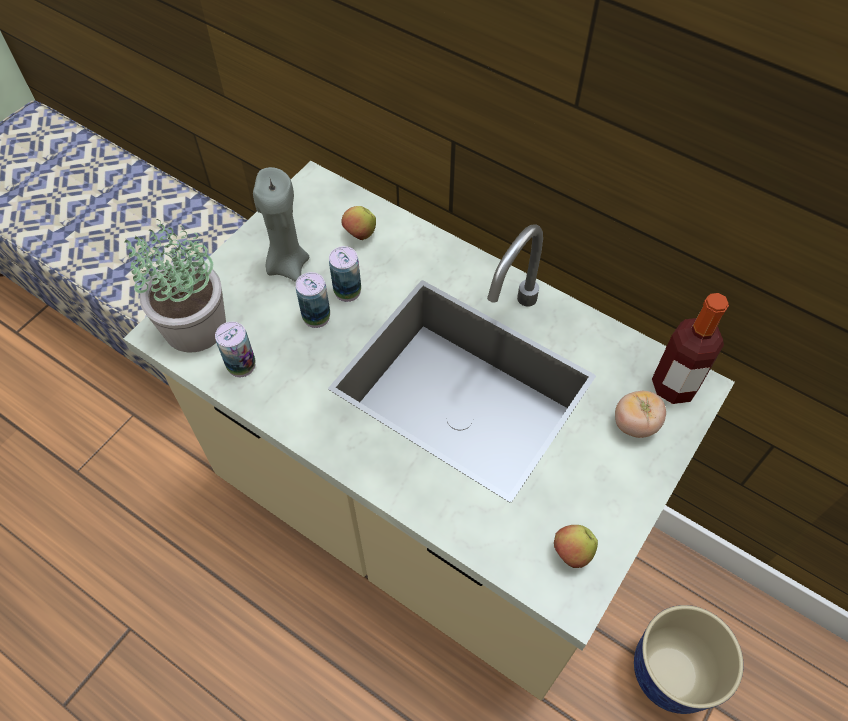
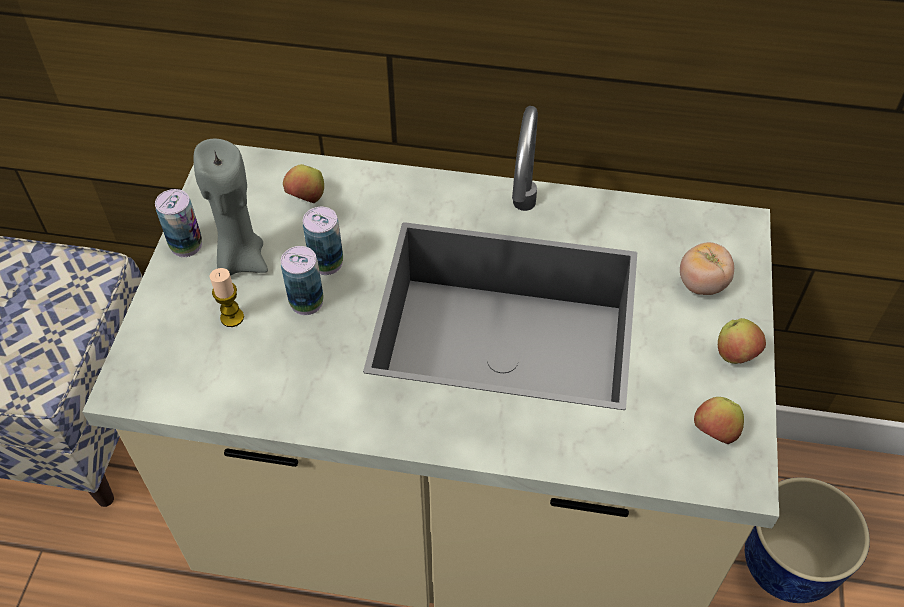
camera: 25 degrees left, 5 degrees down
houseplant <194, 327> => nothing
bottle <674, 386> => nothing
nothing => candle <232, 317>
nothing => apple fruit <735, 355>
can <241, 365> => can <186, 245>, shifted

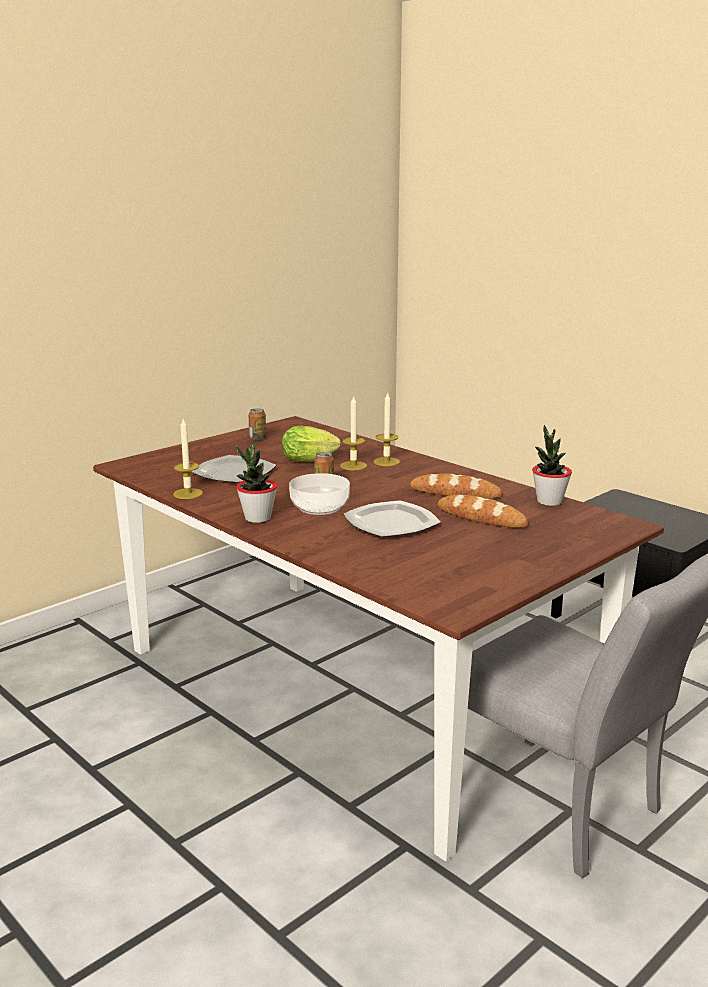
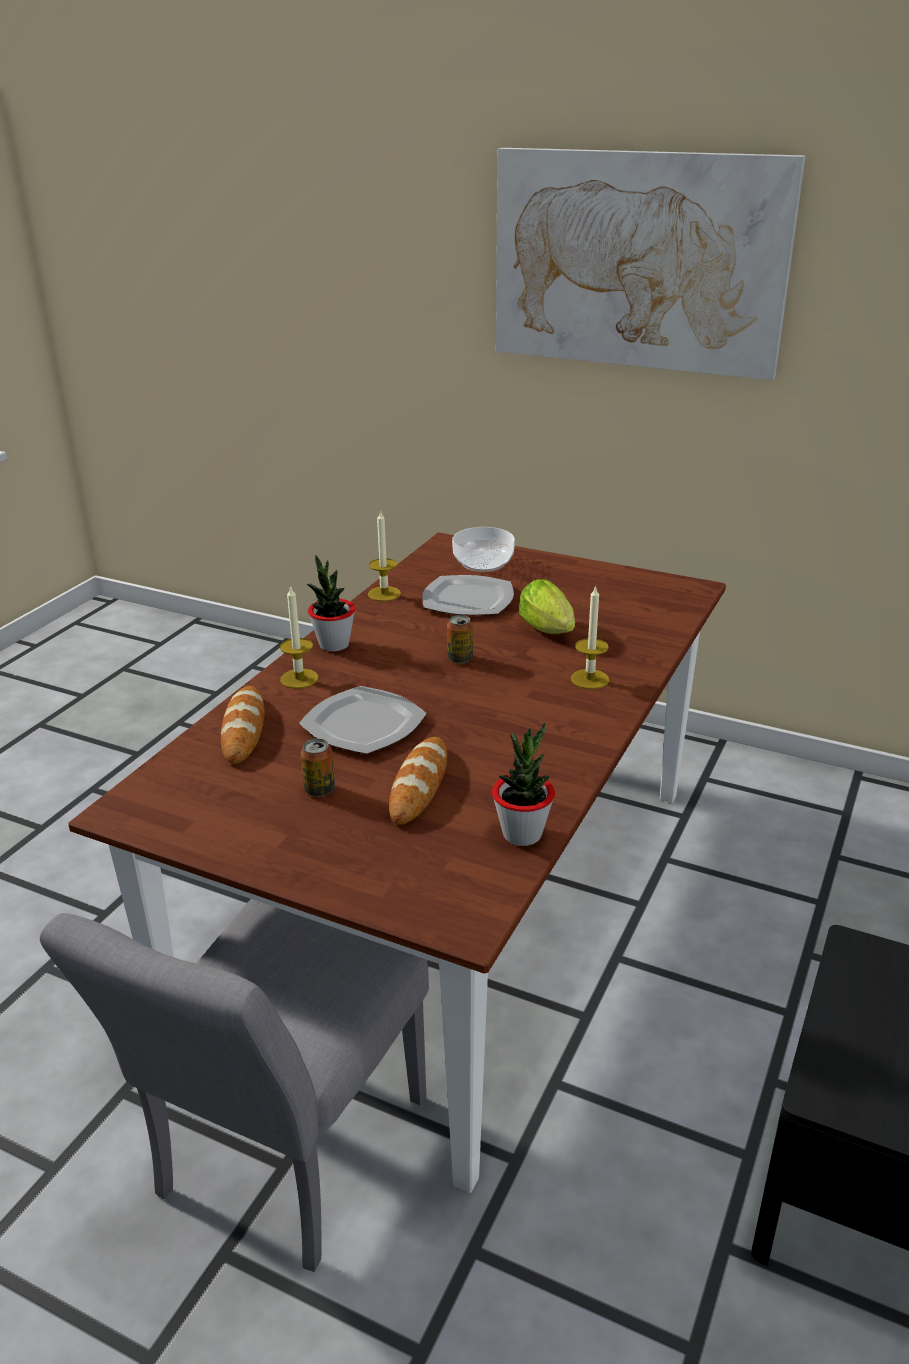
camera: 70 degrees right, 10 degrees up
nothing => picture <638, 261>
can <257, 438> => can <319, 790>, shifted
deep dish <319, 507> => deep dish <483, 562>, shifted
candle <353, 466> => candle <299, 678>, shifted
baked bread <455, 493> => baked bread <243, 729>, shifted

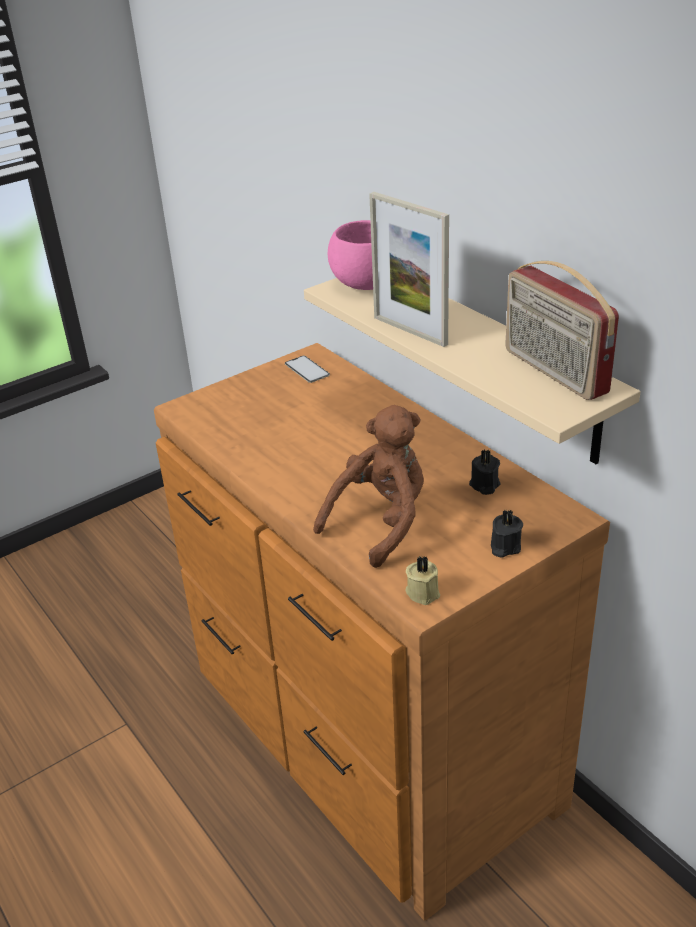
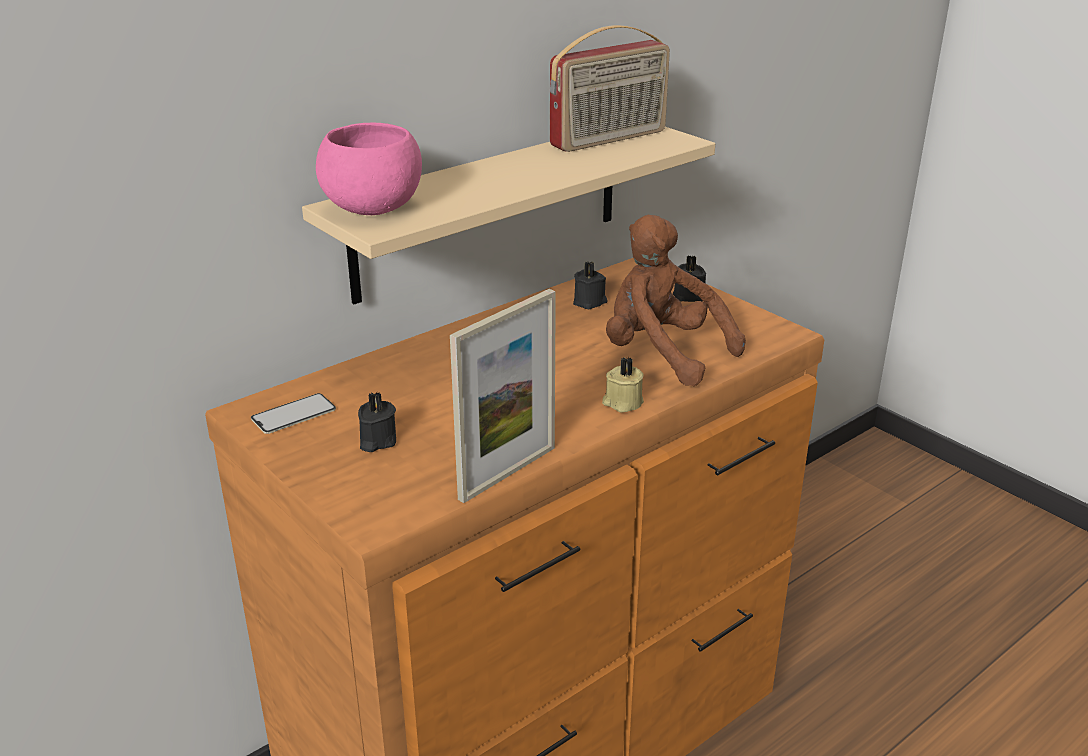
camera: 95 degrees left, 5 degrees down
nothing => candle/black-coloured <376, 441>
standing frame <410, 331> => standing frame <508, 473>, shifted
candle/beige-coloured <423, 592> => candle/beige-coloured <622, 403>, shifted

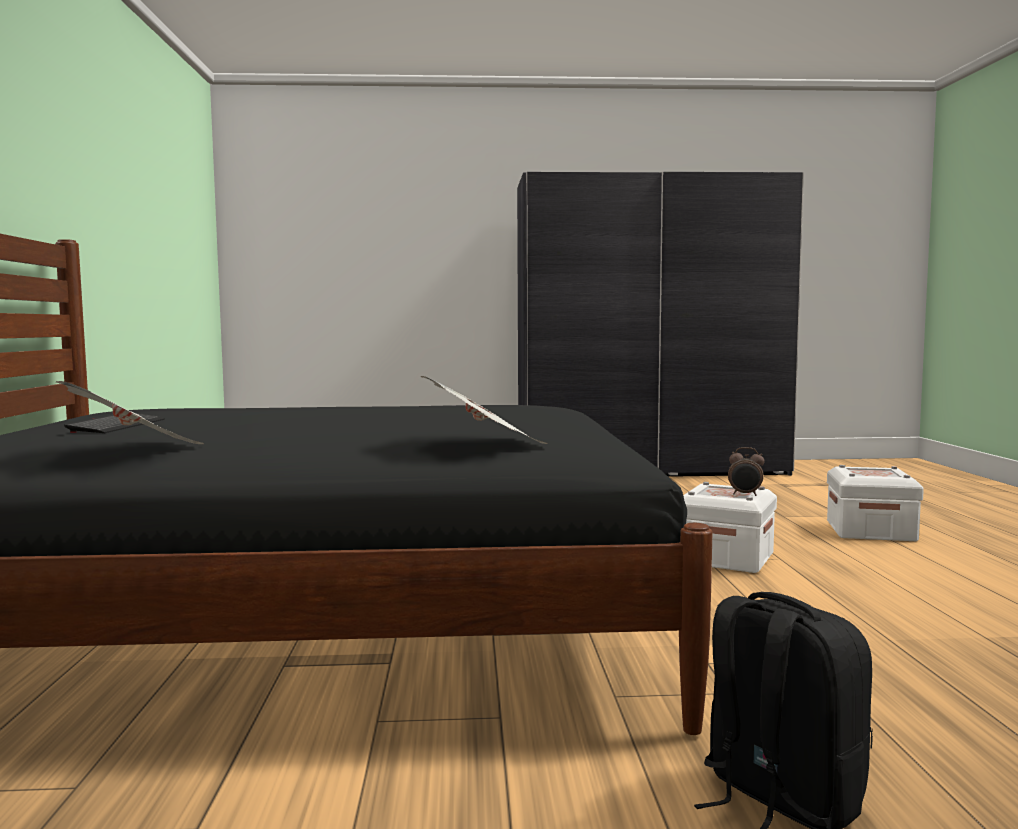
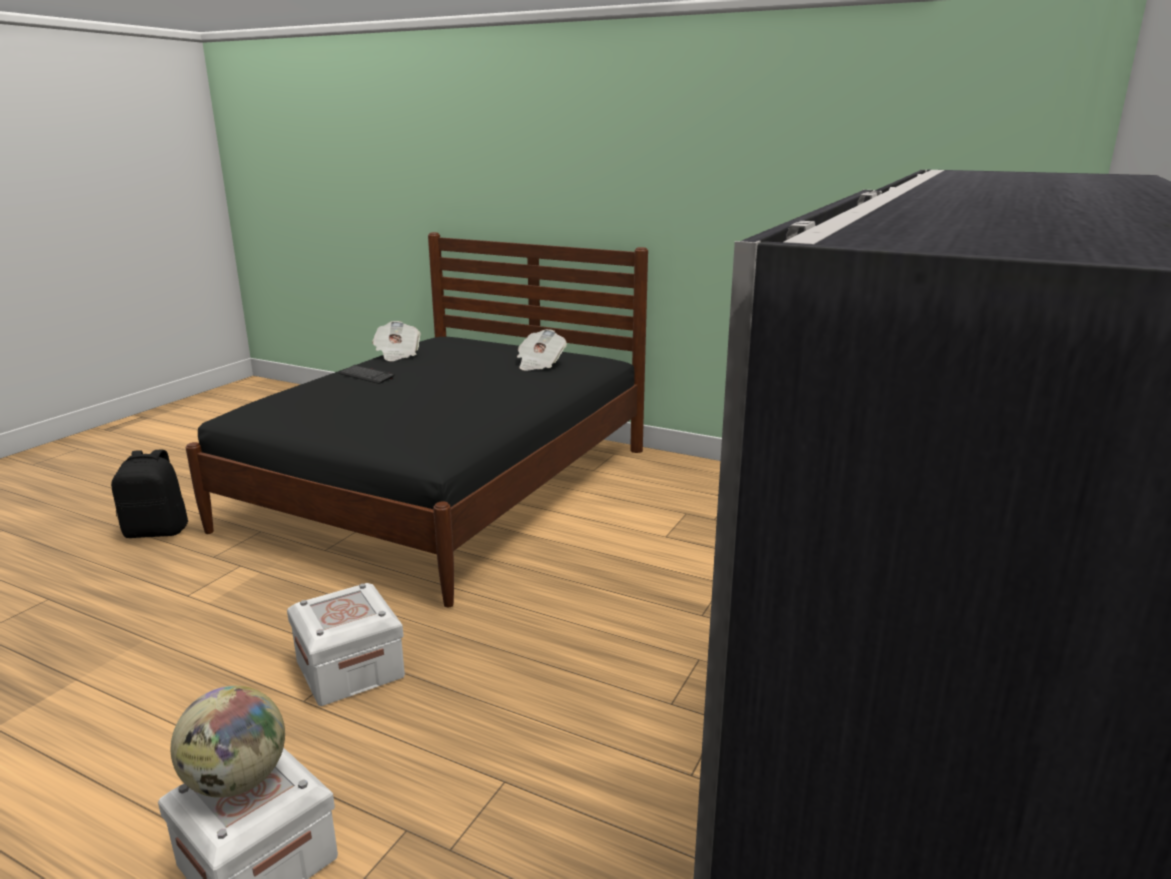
camera: 120 degrees right, 15 degrees up
alarm clock <745, 494> => nothing
nothing => desk globe <237, 781>
PC keyboard <117, 426> => PC keyboard <366, 376>, shifted
newspaper <485, 444> => newspaper <539, 364>, shifted

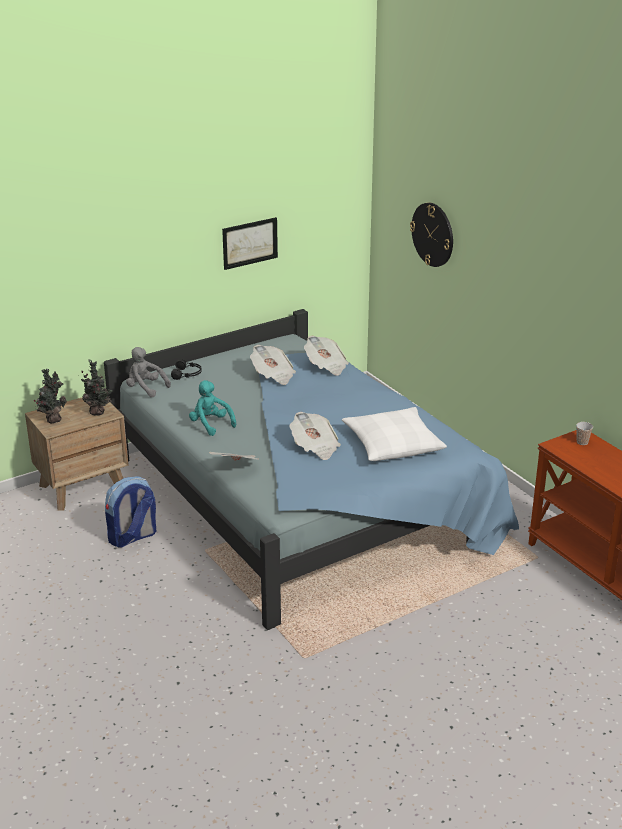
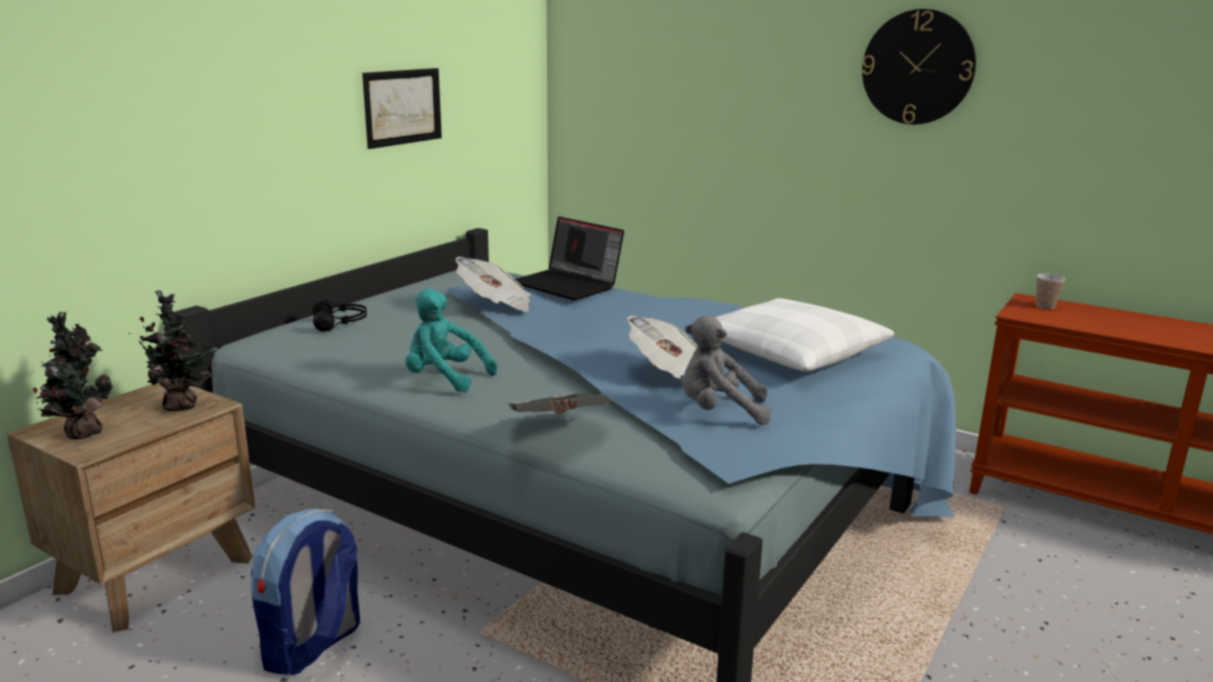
camera: 25 degrees left, 10 degrees down
cuddly toy/grey <145, 388> => cuddly toy/grey <719, 412>, shifted
wall clock <433, 234> => wall clock <918, 67>, shifted
newspaper <326, 366> => portable computer <568, 285>

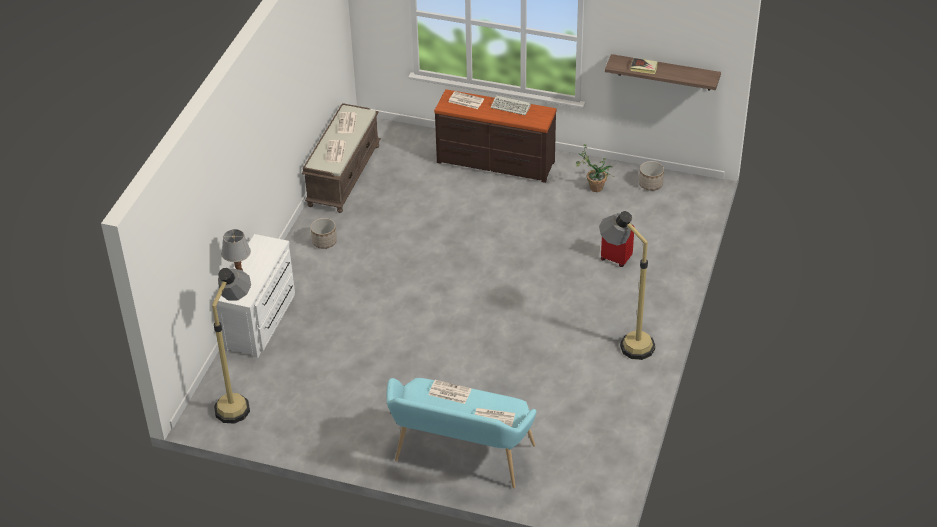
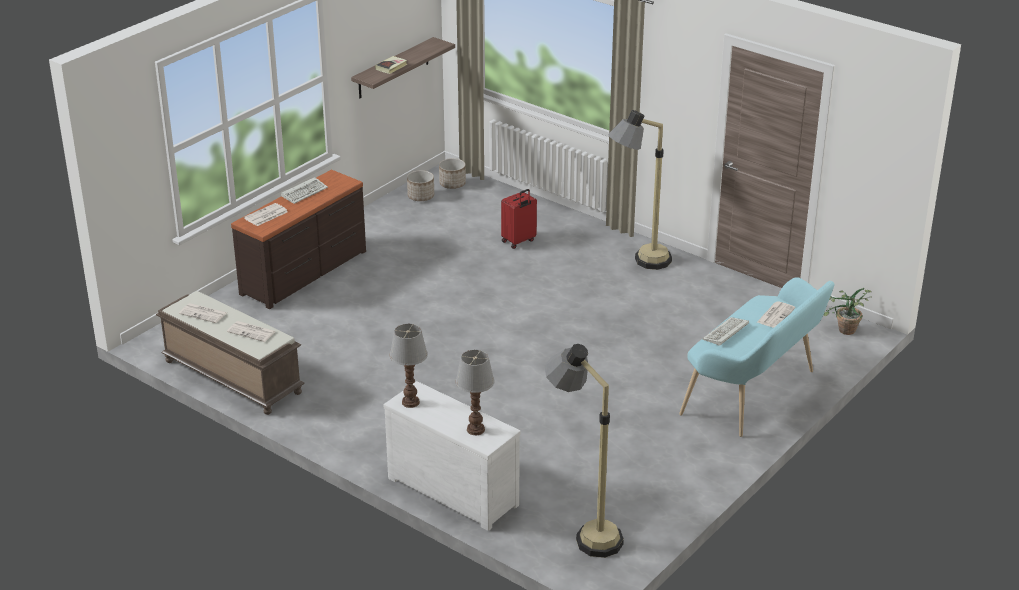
camera: 70 degrees left, 10 degrees down
nothing => table lamp <410, 402>
plant pot <324, 242> => plant pot <452, 184>, shifted
houseplant <593, 186> => houseplant <843, 331>, shifted
newspaper <449, 392> => PC keyboard <725, 333>

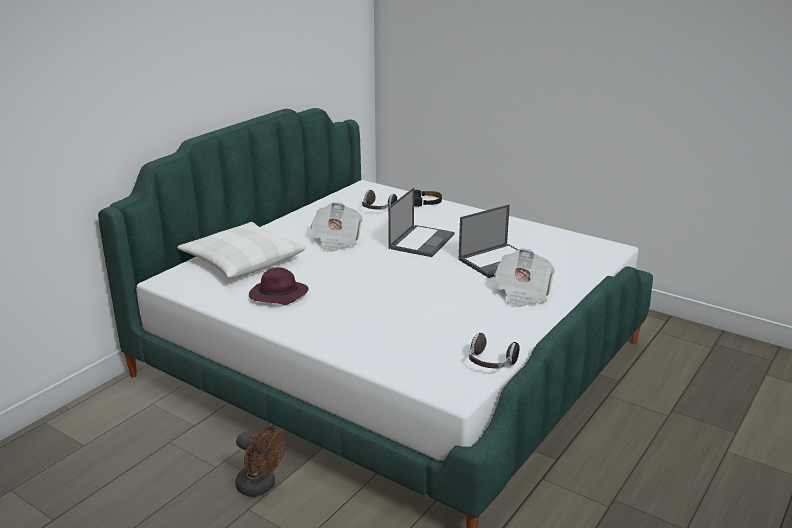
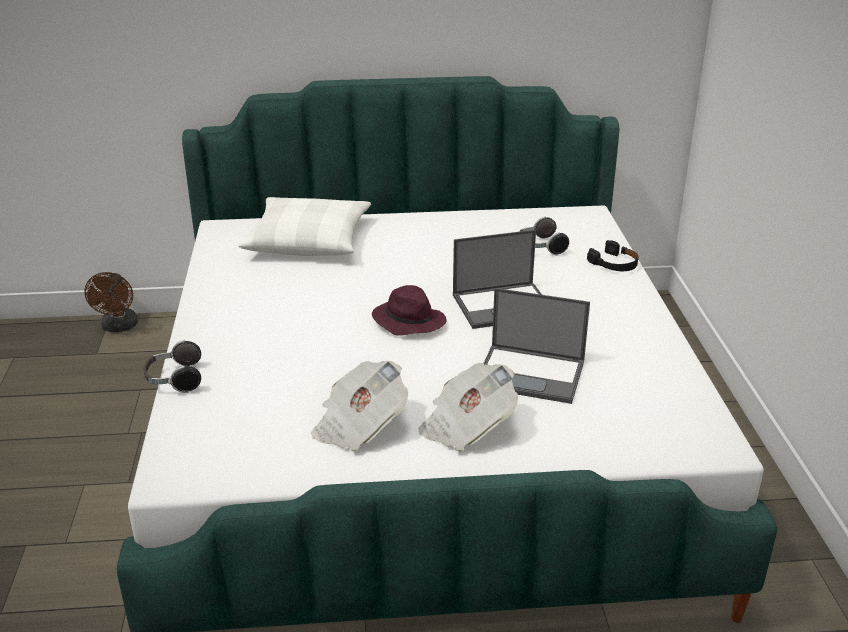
camera: 50 degrees right, 5 degrees up
fan/brown-coloured <260, 487> => fan/brown-coloured <119, 327>, shifted
hat/purplish <277, 296> => hat/purplish <408, 321>, shifted
newspaper <336, 241> => newspaper <359, 426>, shifted
headset <490, 364> => headset <174, 380>, shifted

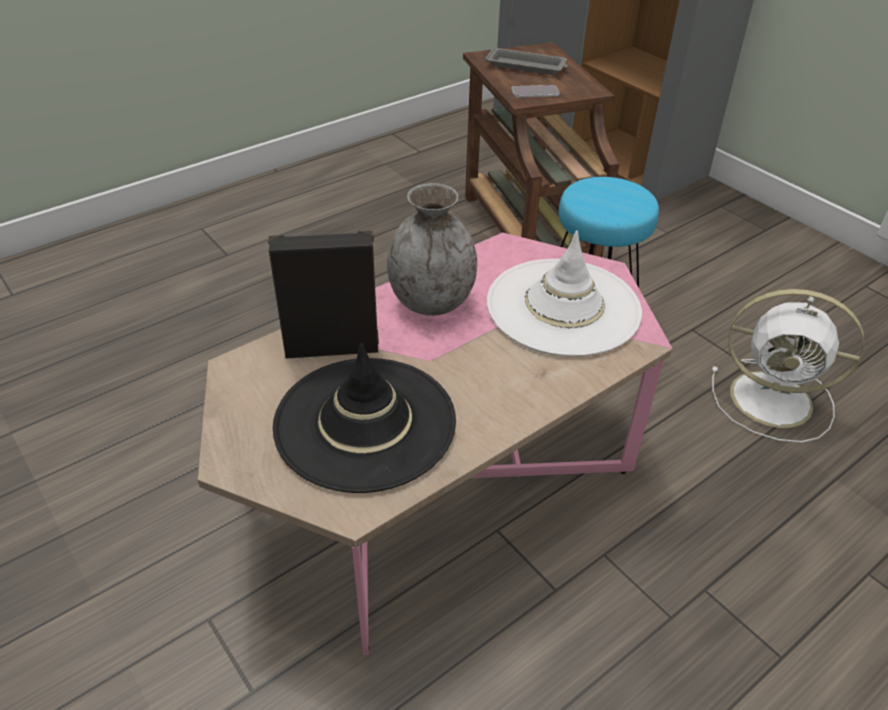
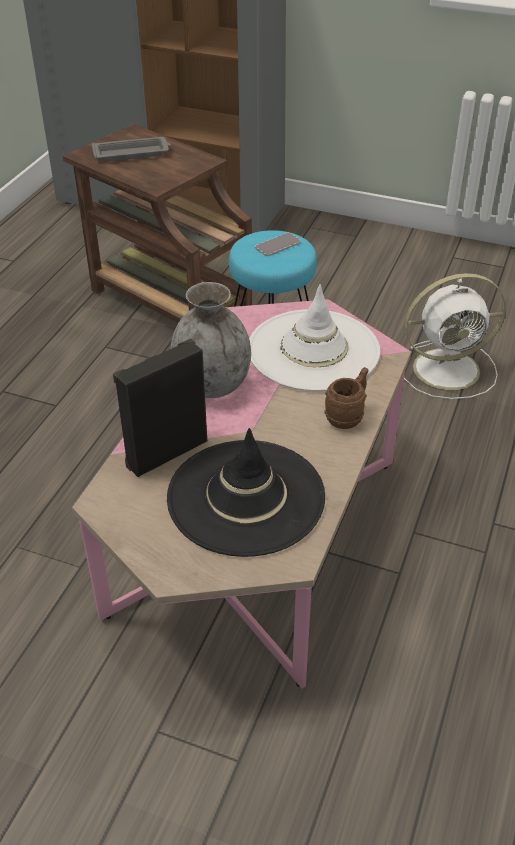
camera: 30 degrees left, 0 degrees up
nothing => coffee mug/brown-coloured <347, 416>
phone <535, 92> => phone <278, 245>, shifted

